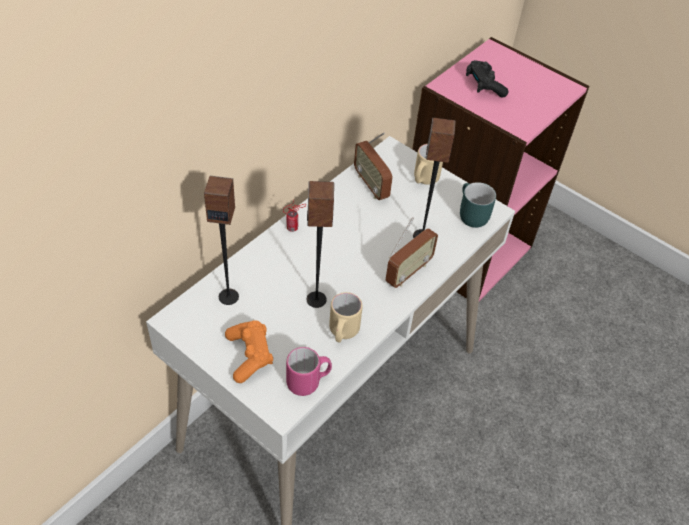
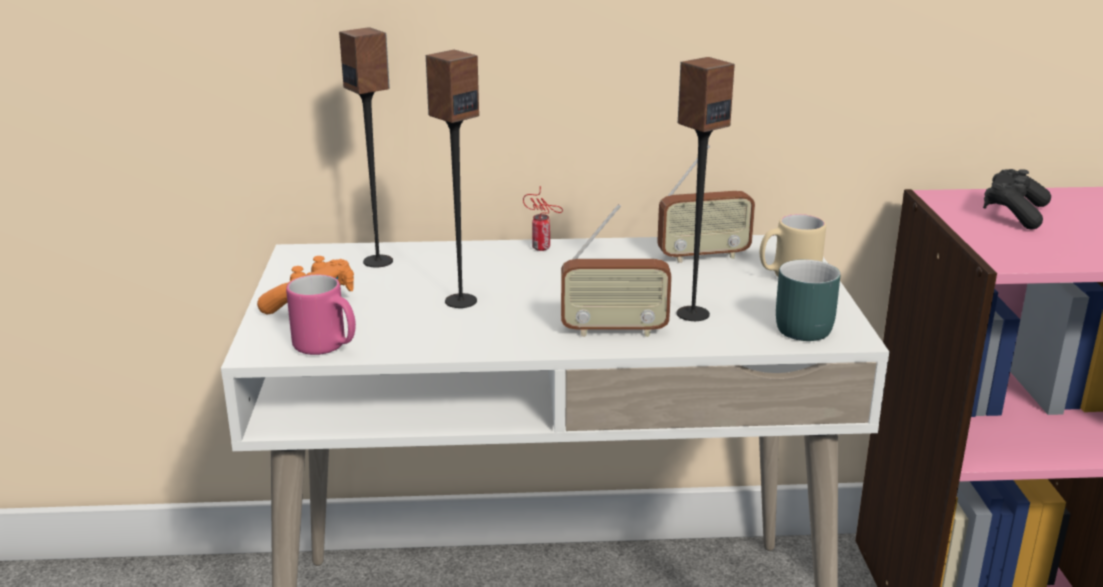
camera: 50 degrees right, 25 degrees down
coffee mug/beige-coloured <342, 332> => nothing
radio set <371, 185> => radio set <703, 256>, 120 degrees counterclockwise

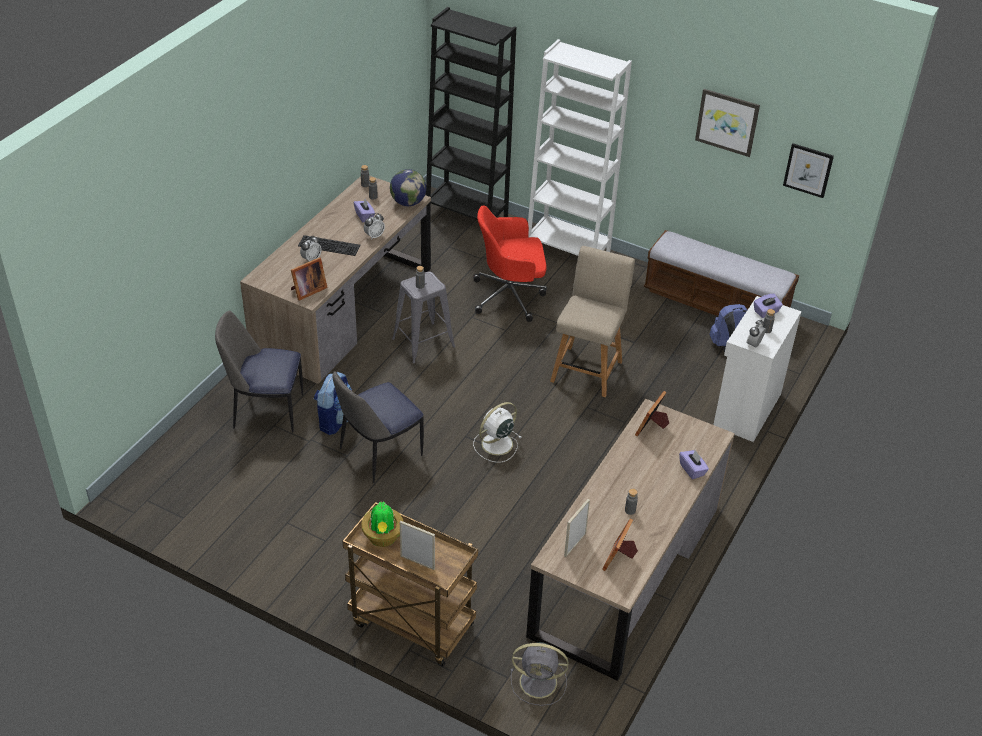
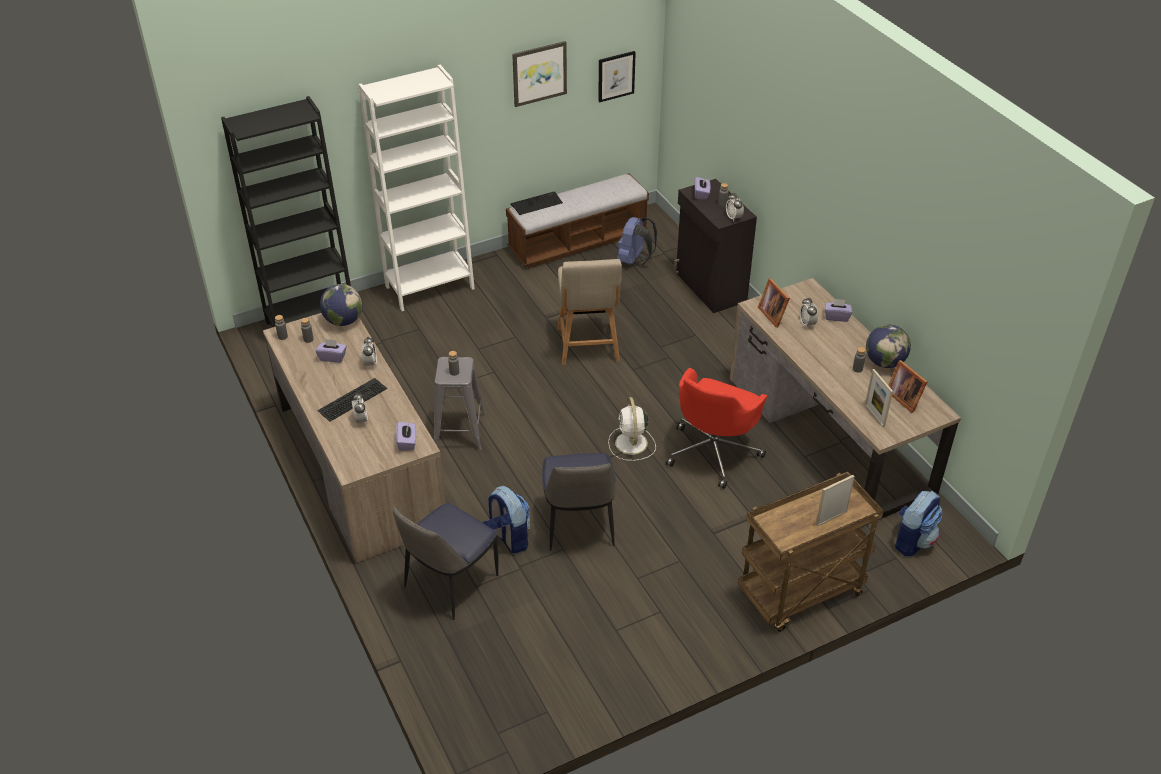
camera: 55 degrees left, 0 degrees up
houseplant <383, 538> => nothing
nothing => PC keyboard <536, 204>
nothing => alarm clock <807, 323>
nothing => desk globe <884, 362>
desk chair/reddish <510, 296> => desk chair/reddish <713, 452>, shifted
standing frame <307, 291> => tissue holder/purplish <407, 442>
fan/grey <540, 682> => rucksack <912, 540>
cupboard/whitish <745, 409> => cupboard/black-coloured <710, 287>
upright chair/beige-coloured <587, 369> => upright chair/beige-coloured <588, 347>, 150 degrees counterclockwise

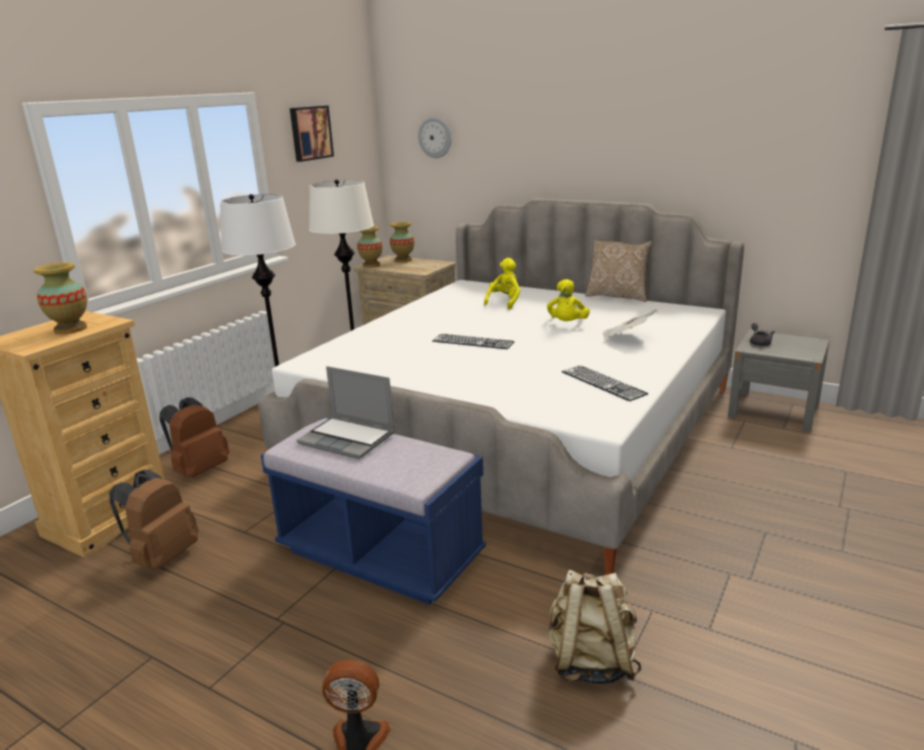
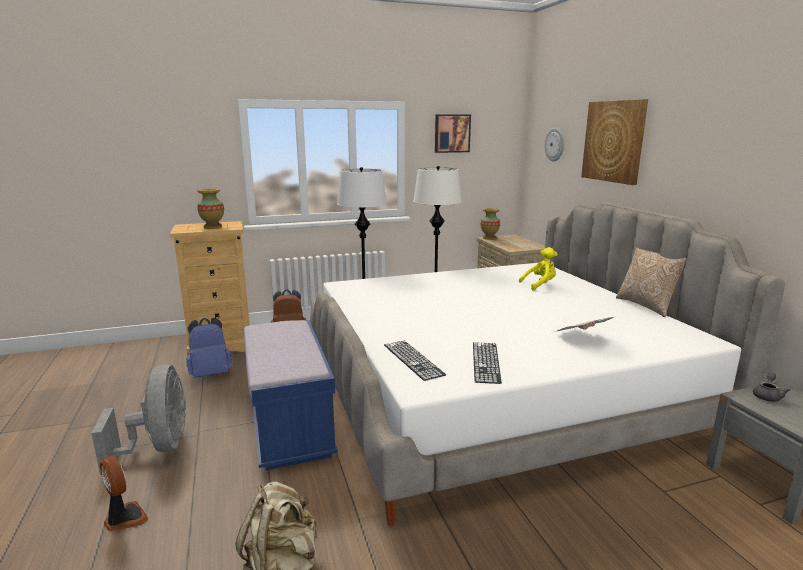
camera: 40 degrees right, 5 degrees down
portable computer <348, 439> => nothing
decorative vase <403, 260> => nothing
cuddly toy/yellow-coloured <567, 324> => nothing
nothing => fan/grey <158, 448>
nothing => picture <613, 141>
PC keyboard <473, 341> => PC keyboard <413, 359>, shifted
rucksack/brown-coloured <162, 556> => rucksack/blue <211, 373>

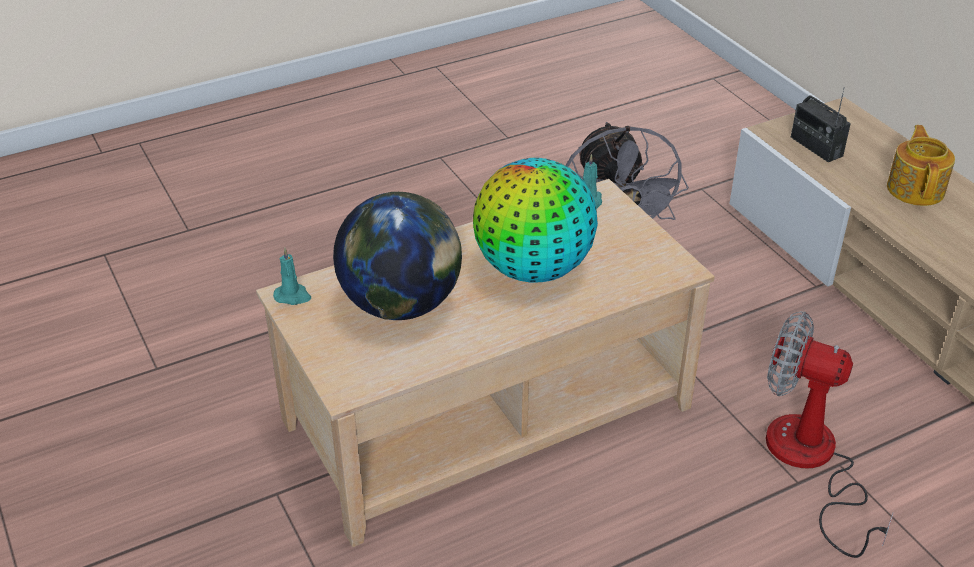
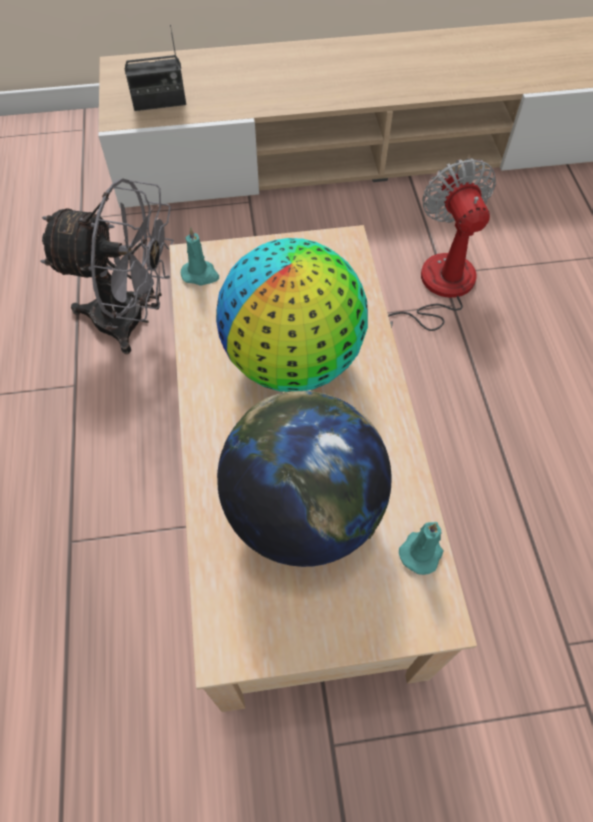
camera: 70 degrees left, 20 degrees up
pot for tea <916, 189> => nothing
candle/turquoise-coloured <293, 296> => candle/turquoise-coloured <422, 550>, shifted
fan <810, 463> => fan <435, 289>, 120 degrees clockwise

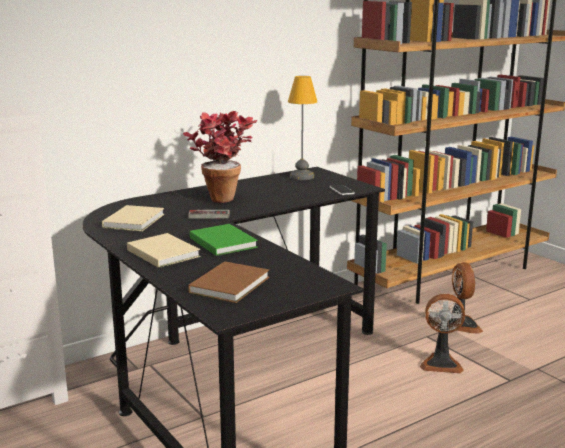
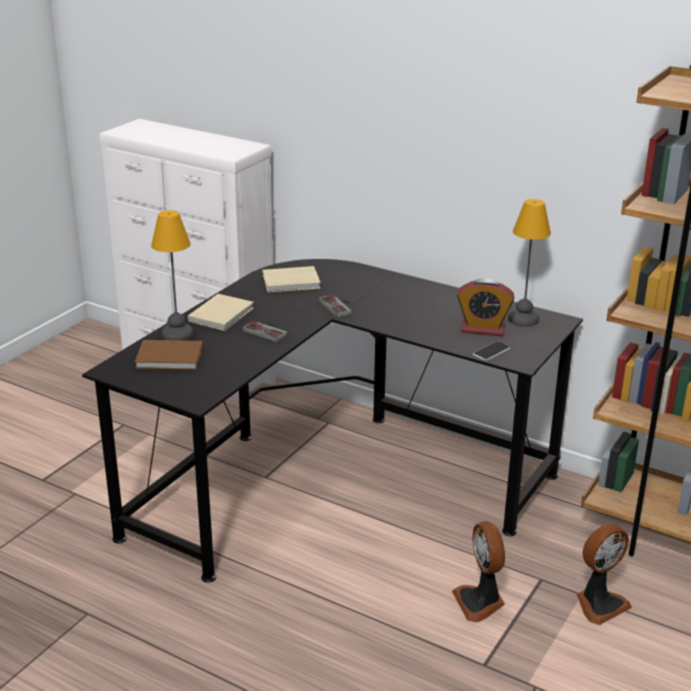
camera: 65 degrees right, 10 degrees up
houseplant <221, 197> => nothing
nothing => table lamp <177, 333>
nothing => alarm clock <483, 329>
book/green <223, 242> => joypad <268, 331>

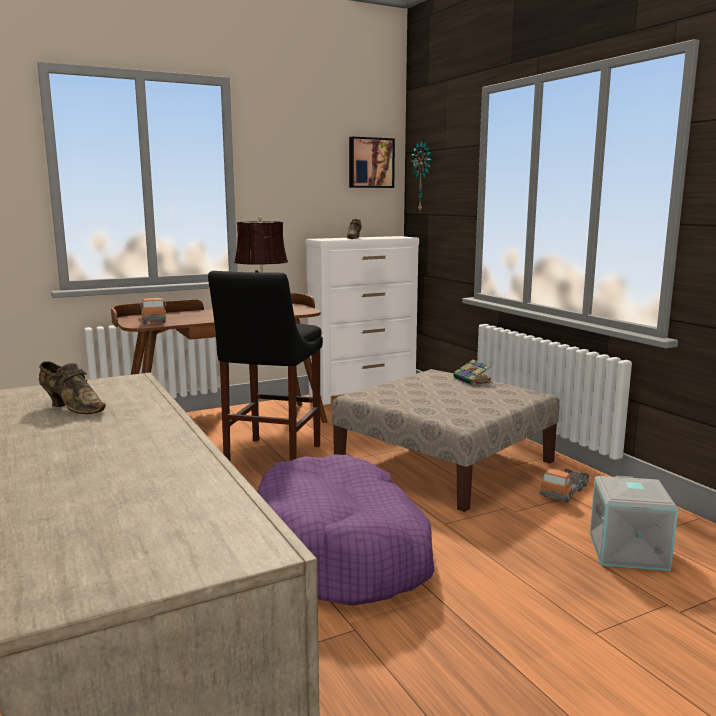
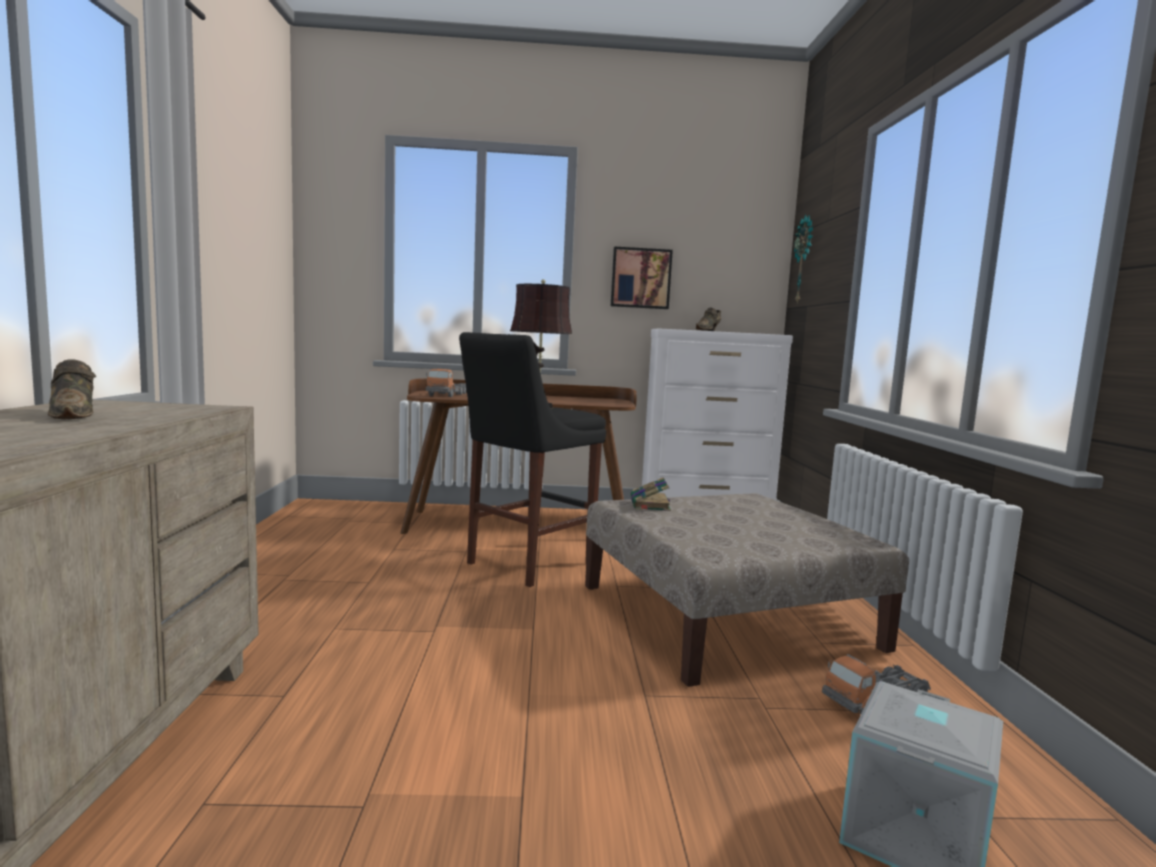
camera: 25 degrees right, 5 degrees down
dog cushion/purplish <341, 552> => nothing
picture <370, 163> => picture <640, 278>, shifted
book <473, 380> => book <650, 505>, shifted

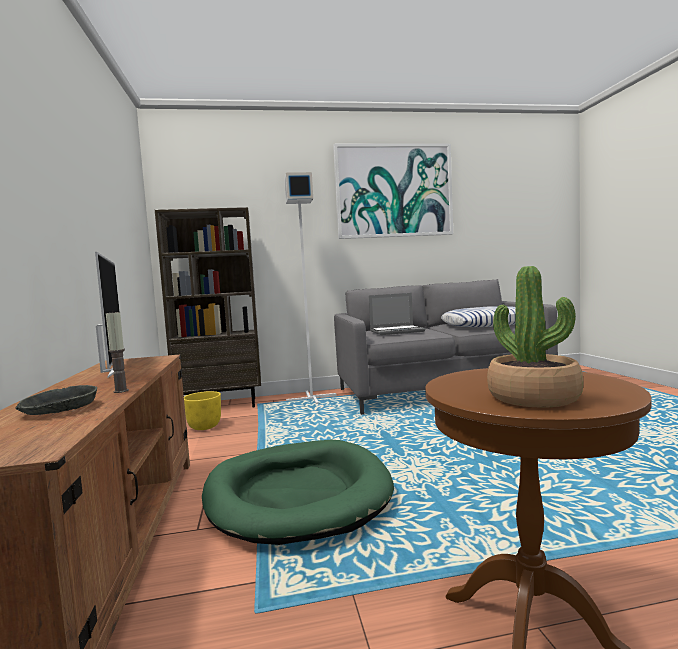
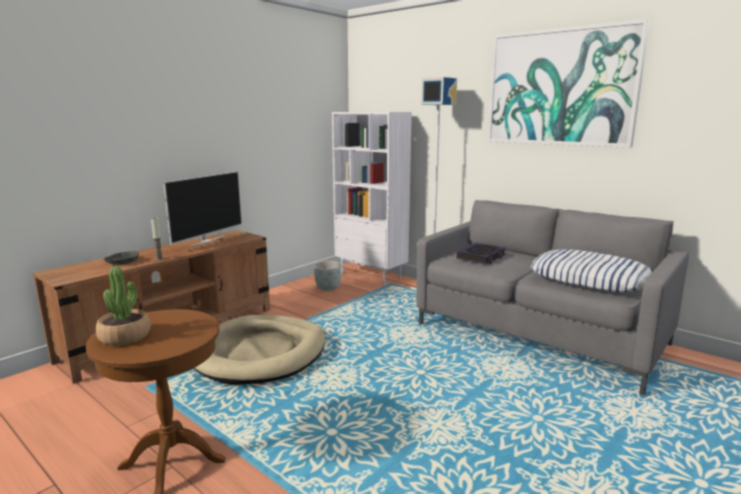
camera: 50 degrees right, 10 degrees up
portable computer <397, 331> => book <481, 257>
shelving unit/brown-coloured <221, 406> => shelving unit/whitish <371, 275>
plant pot/yellow-coloured <204, 427> => plant pot/grey <328, 288>
dog cushion/green <297, 495> => dog cushion/beige-coloured <261, 353>

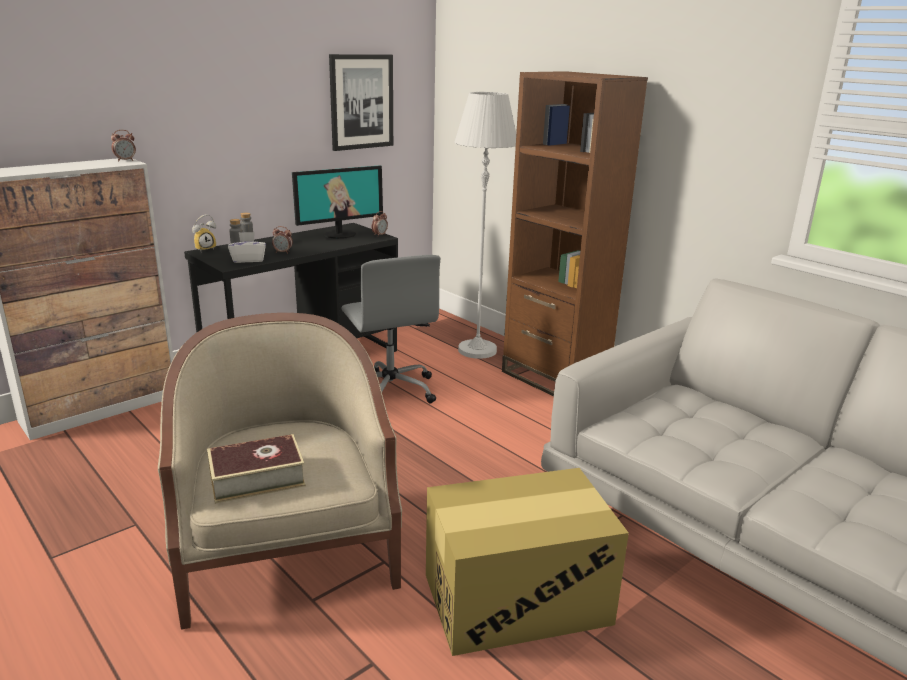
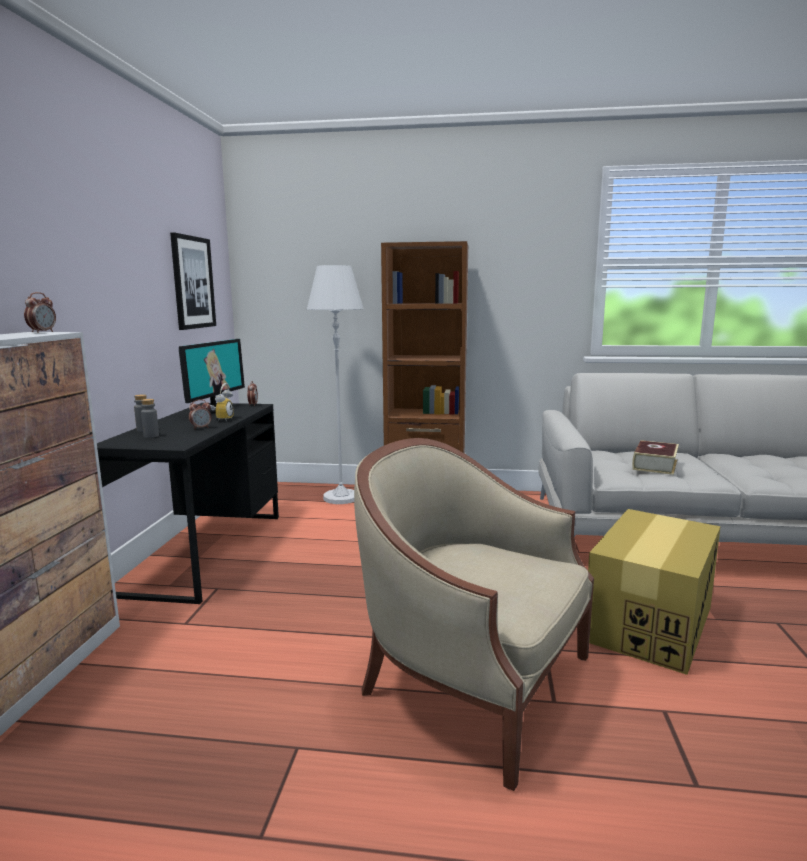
camera: 40 degrees left, 10 degrees down
tissue holder/whitish <248, 260> => nothing
desk chair/grey <390, 390> => nothing
alarm clock <205, 249> => alarm clock <222, 419>, shifted
book <257, 478> => book <655, 464>, shifted

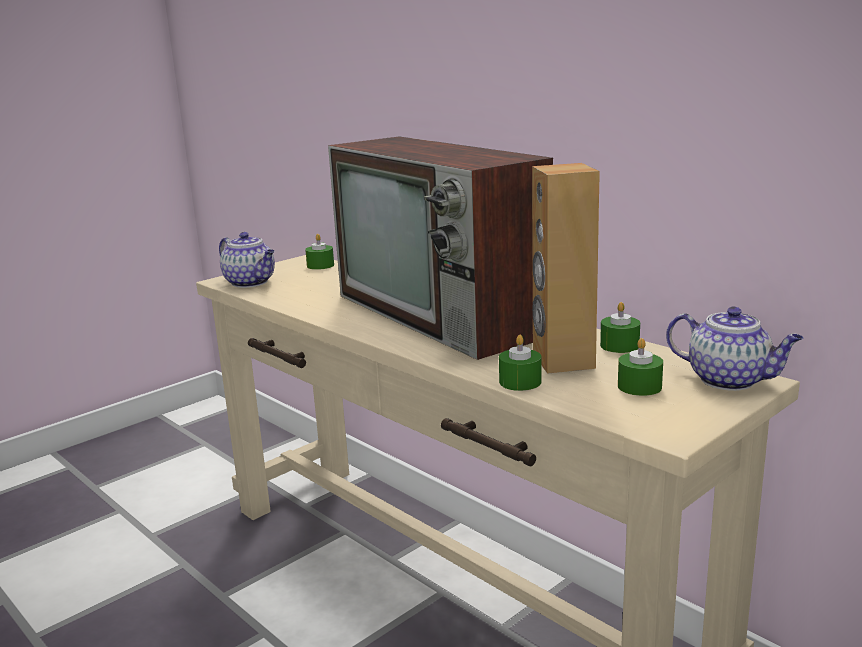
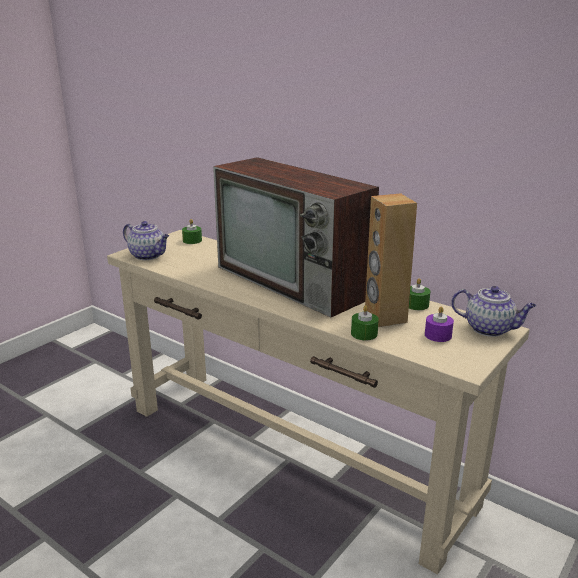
camera: 10 degrees left, 5 degrees up
candle/green <639, 386> => candle/purplish <438, 335>

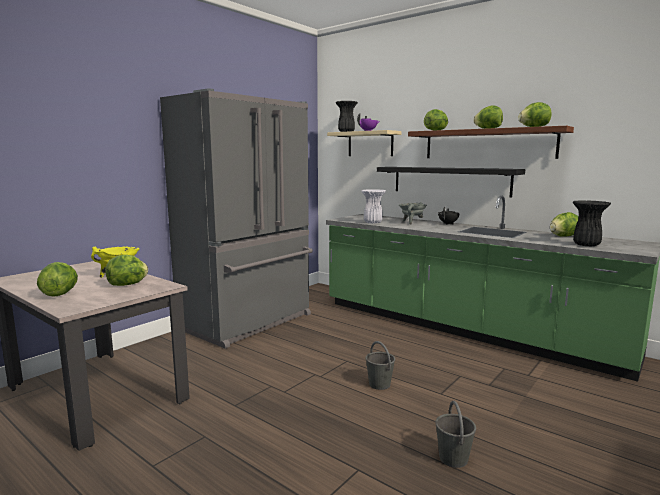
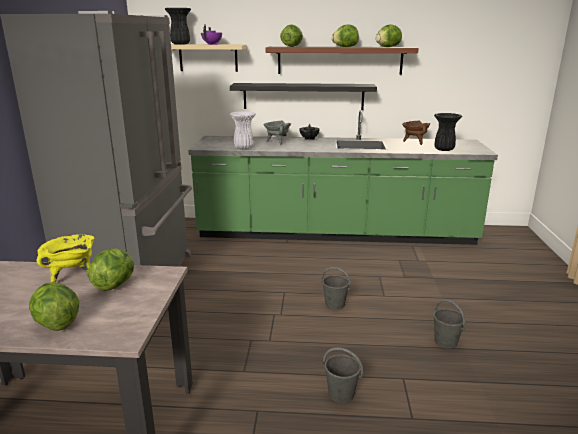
camera: 35 degrees left, 10 degrees up
nothing => water bucket/grey <340, 393>
head of lettuce <563, 236> => stockpot/brown-coloured <414, 142>

